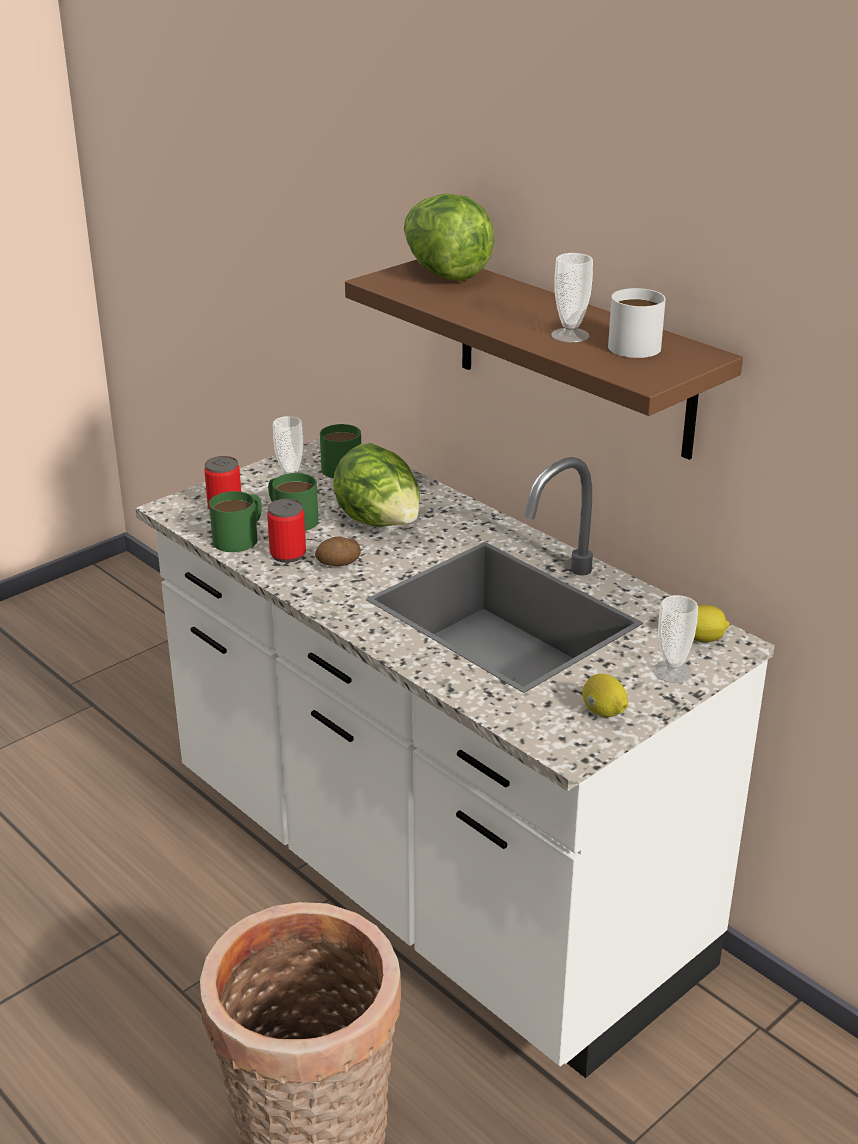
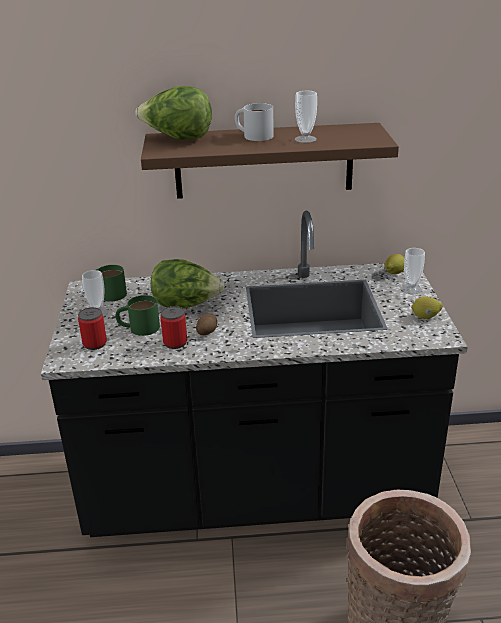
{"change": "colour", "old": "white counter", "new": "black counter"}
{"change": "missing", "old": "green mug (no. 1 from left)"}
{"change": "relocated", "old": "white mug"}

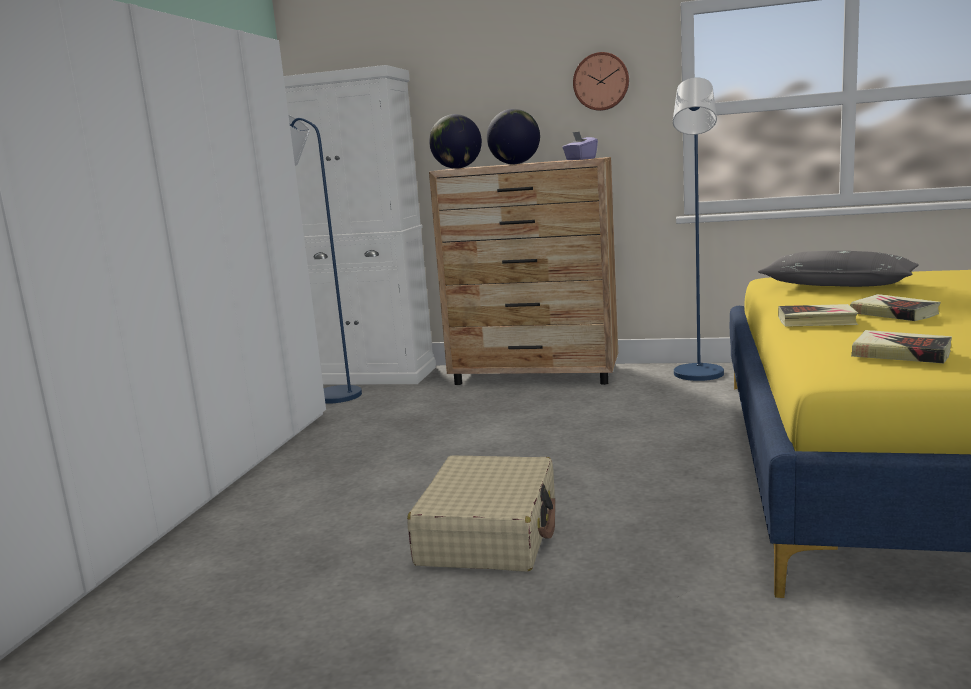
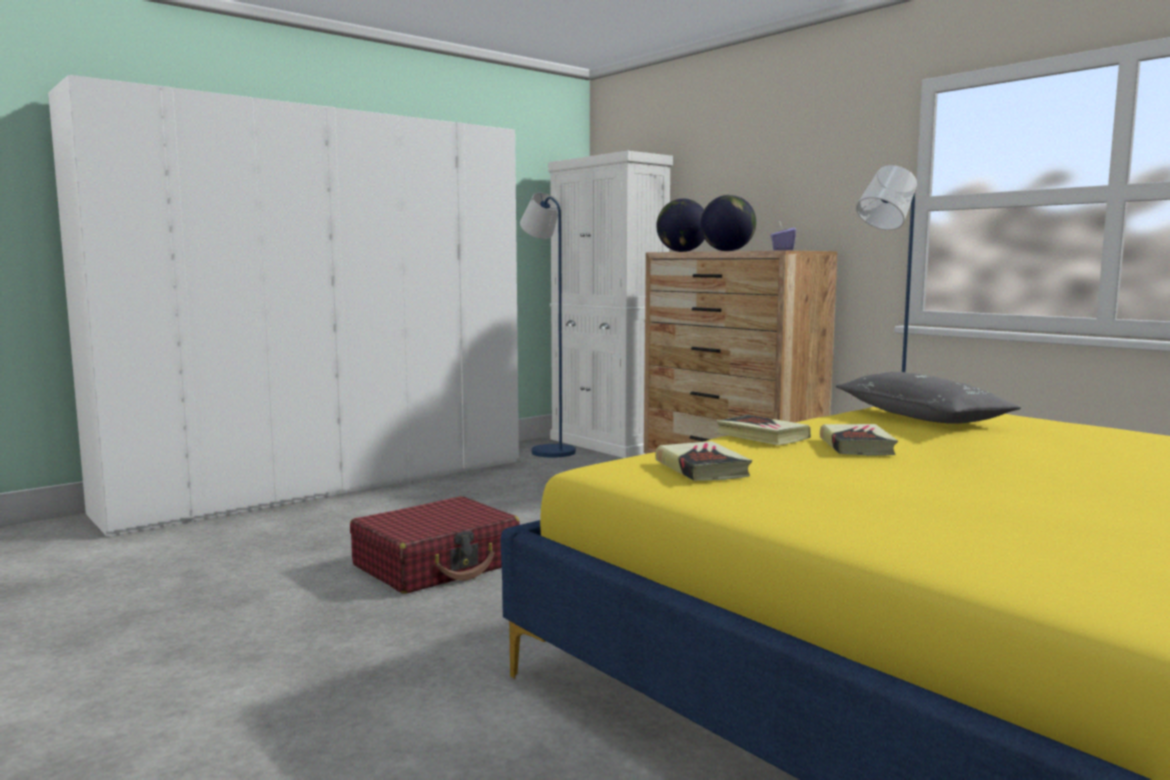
{"change": "colour", "old": "beige suitcase", "new": "red suitcase"}
{"change": "missing", "old": "wall clock"}

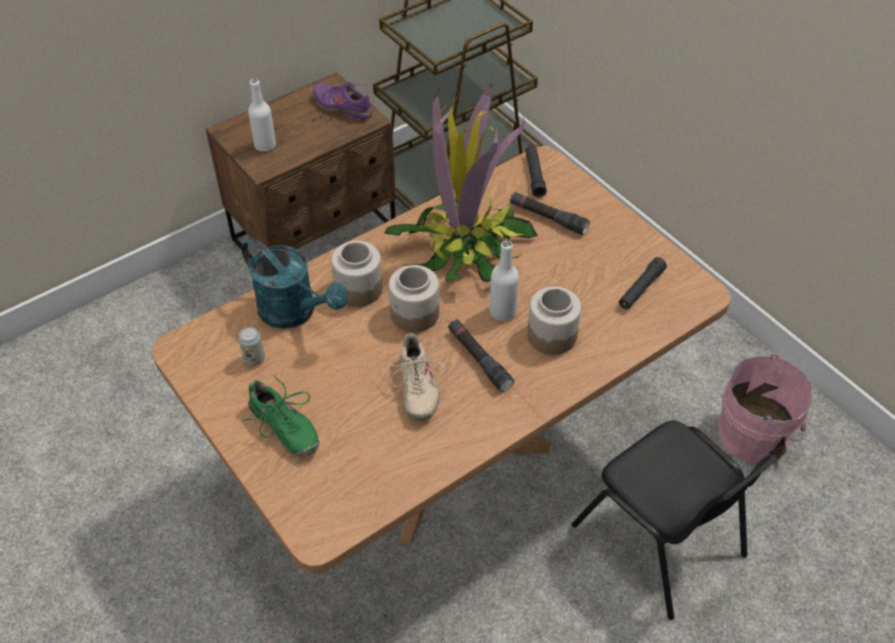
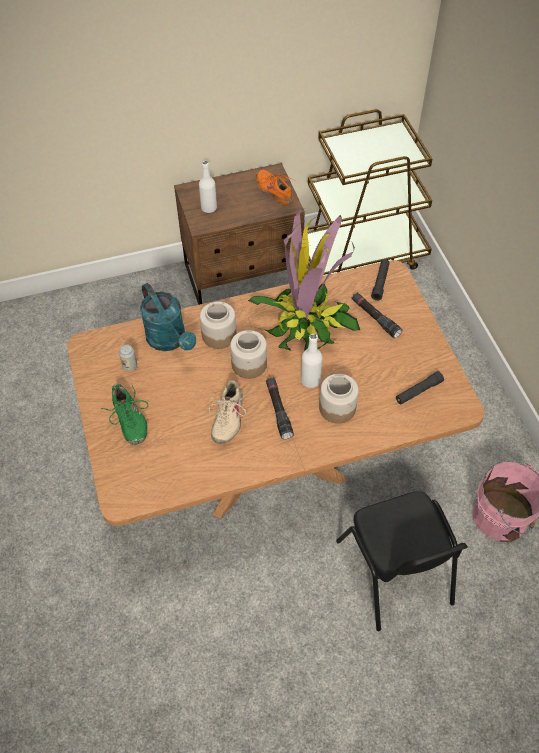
{"change": "colour", "old": "purple shoe", "new": "orange shoe"}

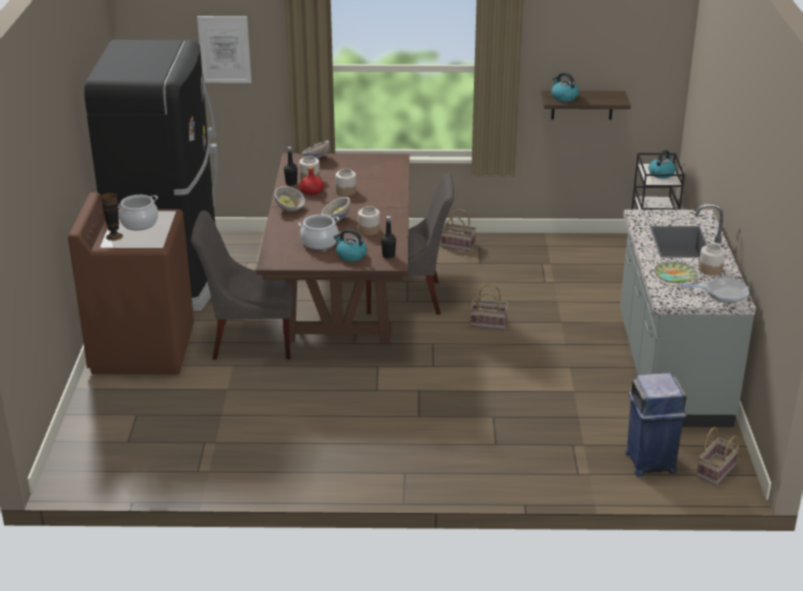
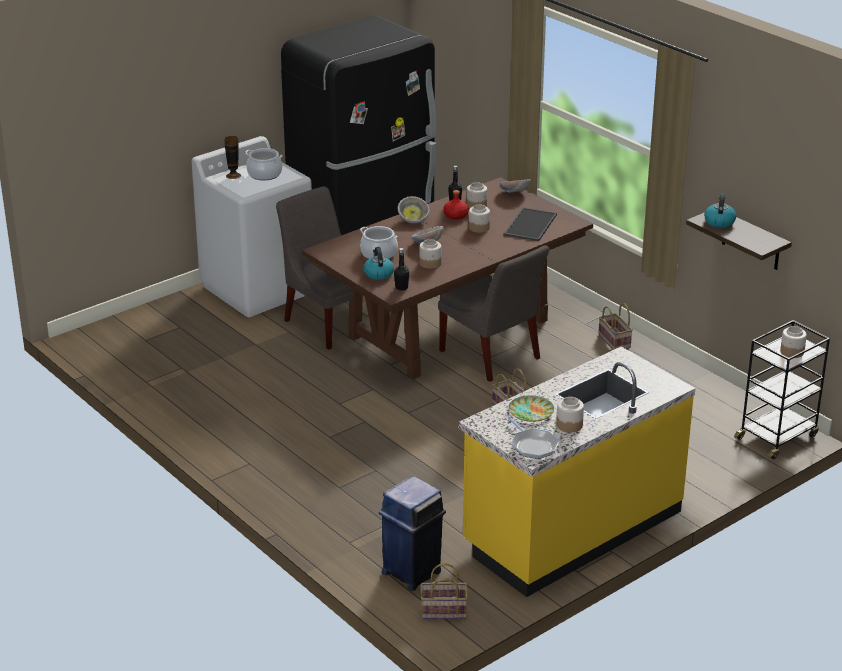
{"change": "colour", "old": "brown washing machine", "new": "white washing machine"}
{"change": "missing", "old": "picture"}
{"change": "colour", "old": "grey counter", "new": "yellow counter"}
{"change": "exchanged", "old": "kettle (no. 3 from left)", "new": "jar (no. 5 from left)"}
{"change": "appeared", "new": "tray"}

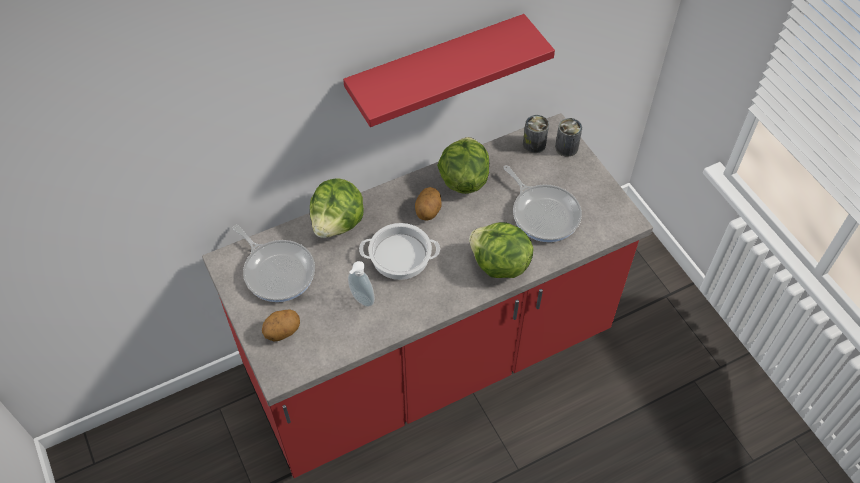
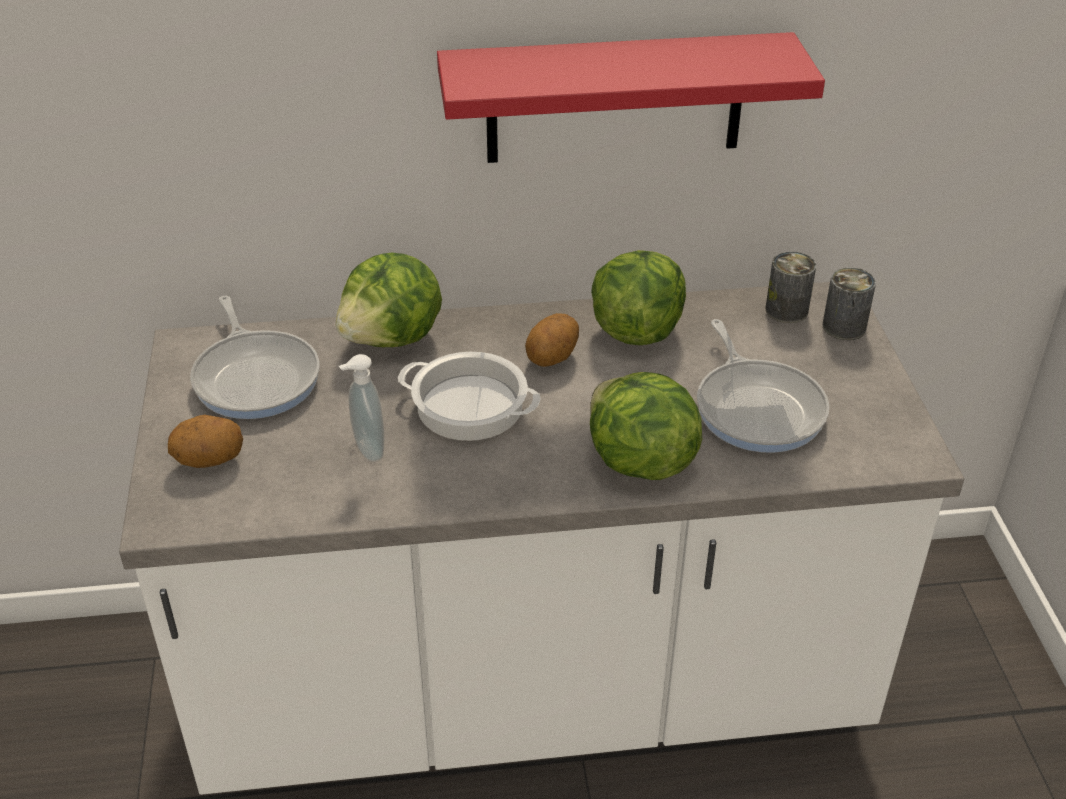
{"change": "colour", "old": "red counter", "new": "white counter"}

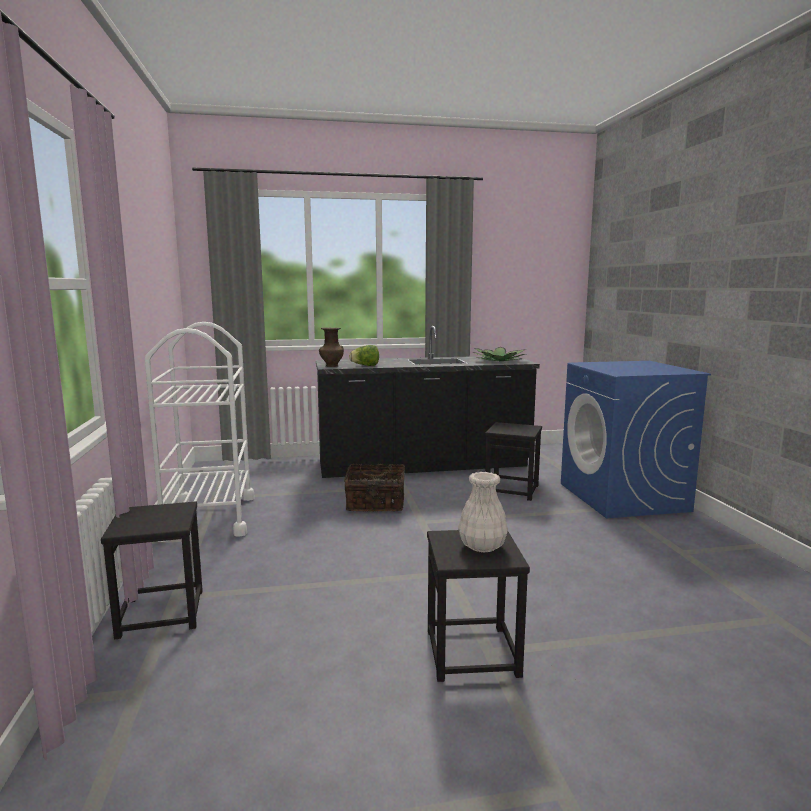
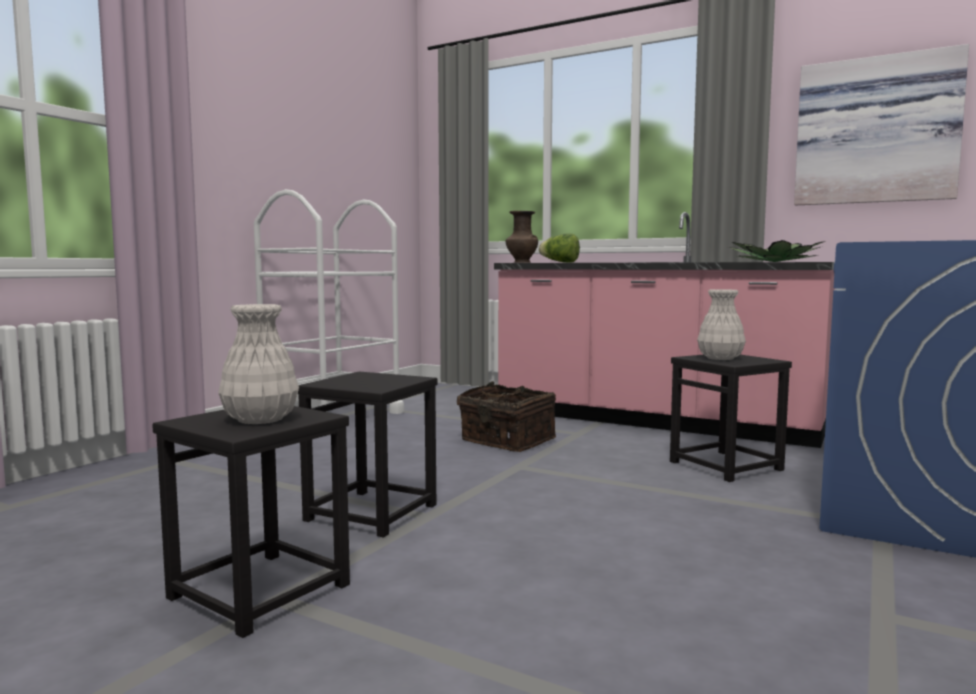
{"change": "relocated", "old": "black stool (no. 1 from left in the first image)", "new": "black stool (no. 2 from left)"}
{"change": "colour", "old": "black counter", "new": "pink counter"}
{"change": "appeared", "new": "white vase (no. 2 from left)"}
{"change": "appeared", "new": "picture"}

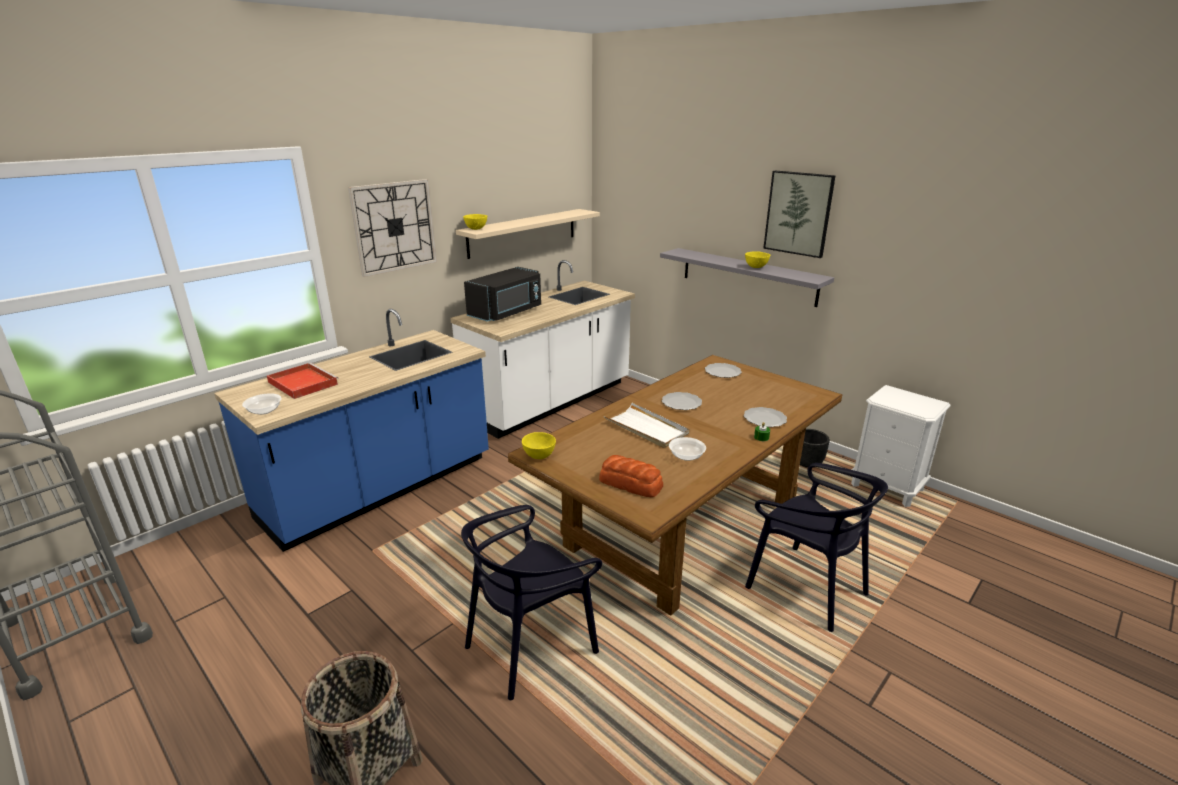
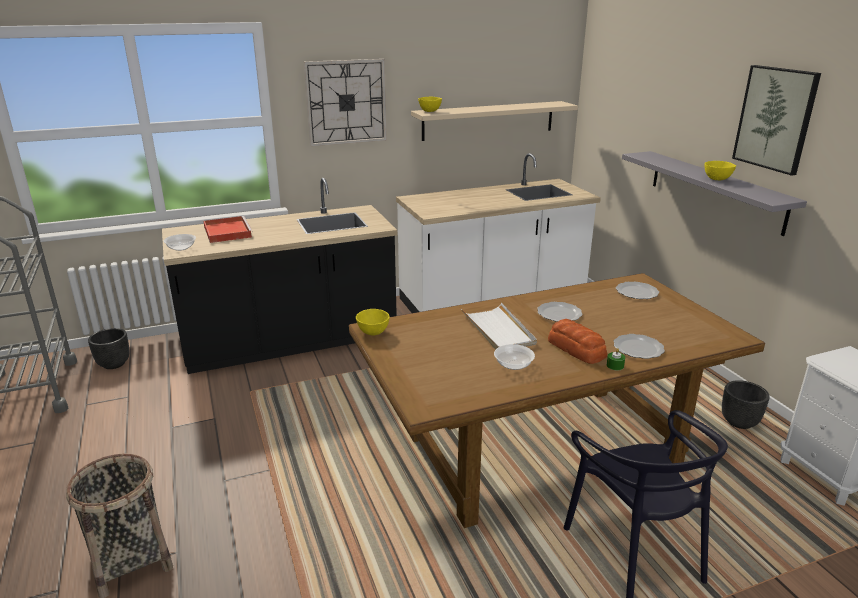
{"change": "colour", "old": "blue counter", "new": "black counter"}
{"change": "missing", "old": "black chair (no. 1 from left)"}
{"change": "missing", "old": "black microwave"}
{"change": "relocated", "old": "bread"}
{"change": "appeared", "new": "black planter (no. 1 from left)"}

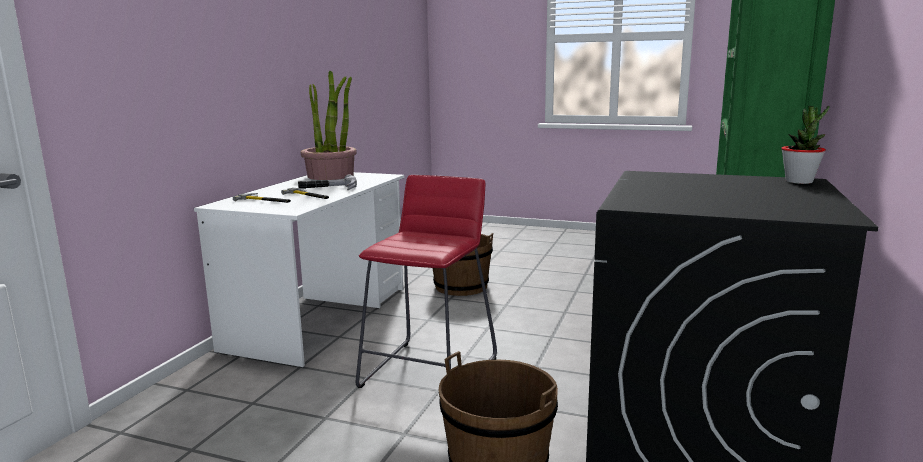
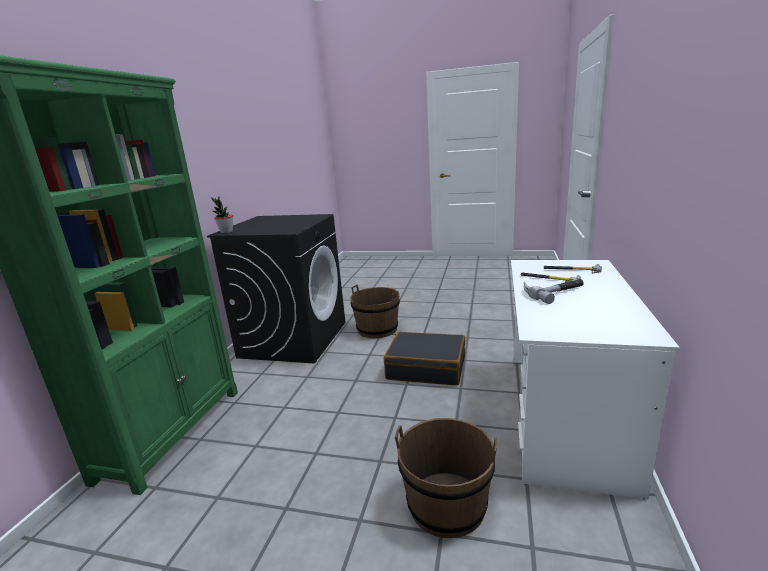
{"change": "missing", "old": "potted plant (no. 1 from left)"}
{"change": "exchanged", "old": "red stool", "new": "black suitcase"}

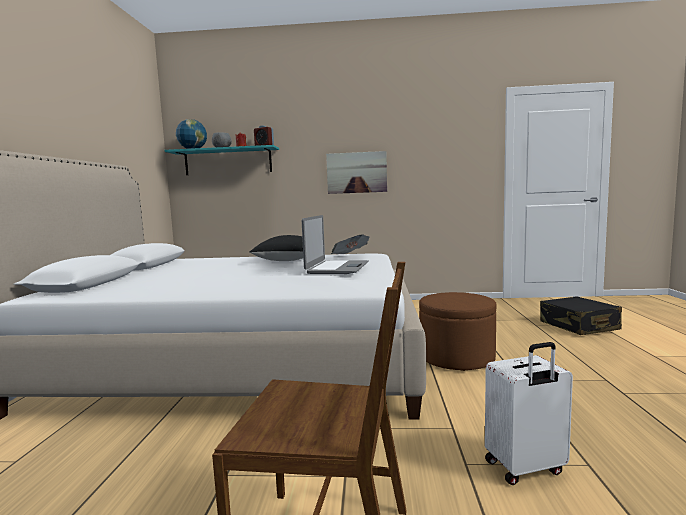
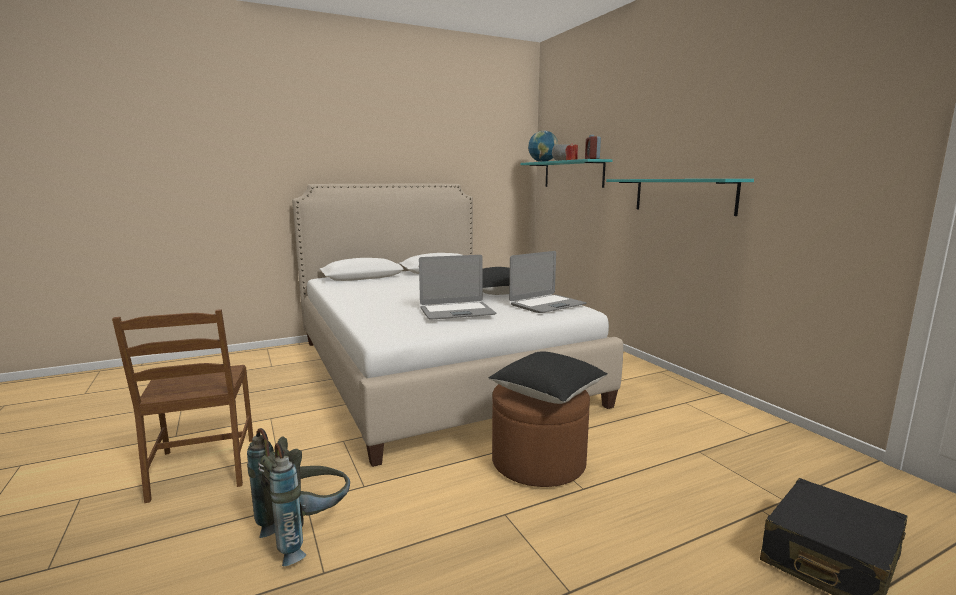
{"change": "exchanged", "old": "picture", "new": "turquoise shelf (no. 2 from left)"}
{"change": "exchanged", "old": "newspaper", "new": "laptop (no. 2 from left)"}
{"change": "exchanged", "old": "white suitcase", "new": "grey backpack"}
{"change": "appeared", "new": "black pillow (no. 2 from left)"}

